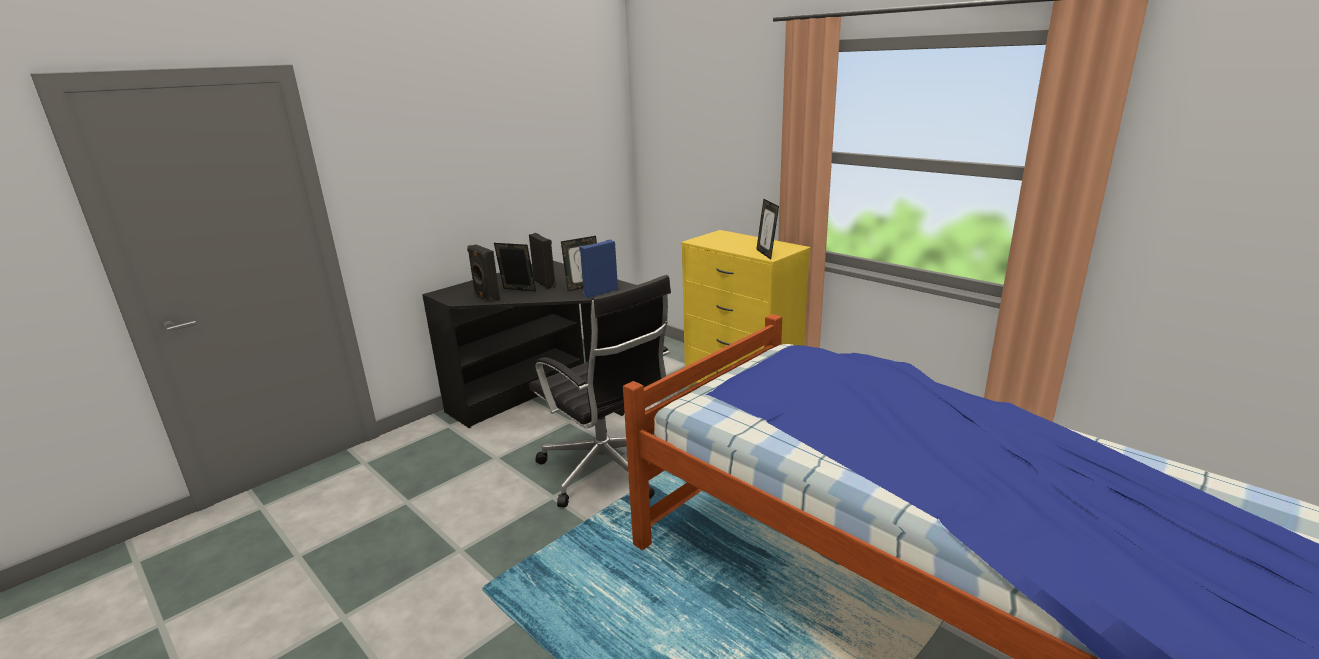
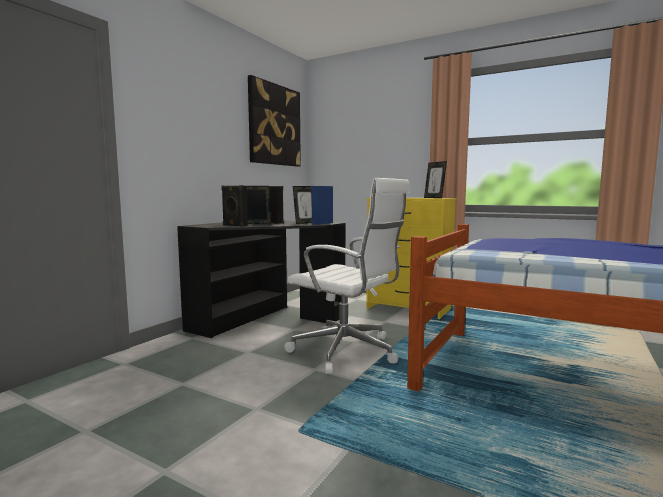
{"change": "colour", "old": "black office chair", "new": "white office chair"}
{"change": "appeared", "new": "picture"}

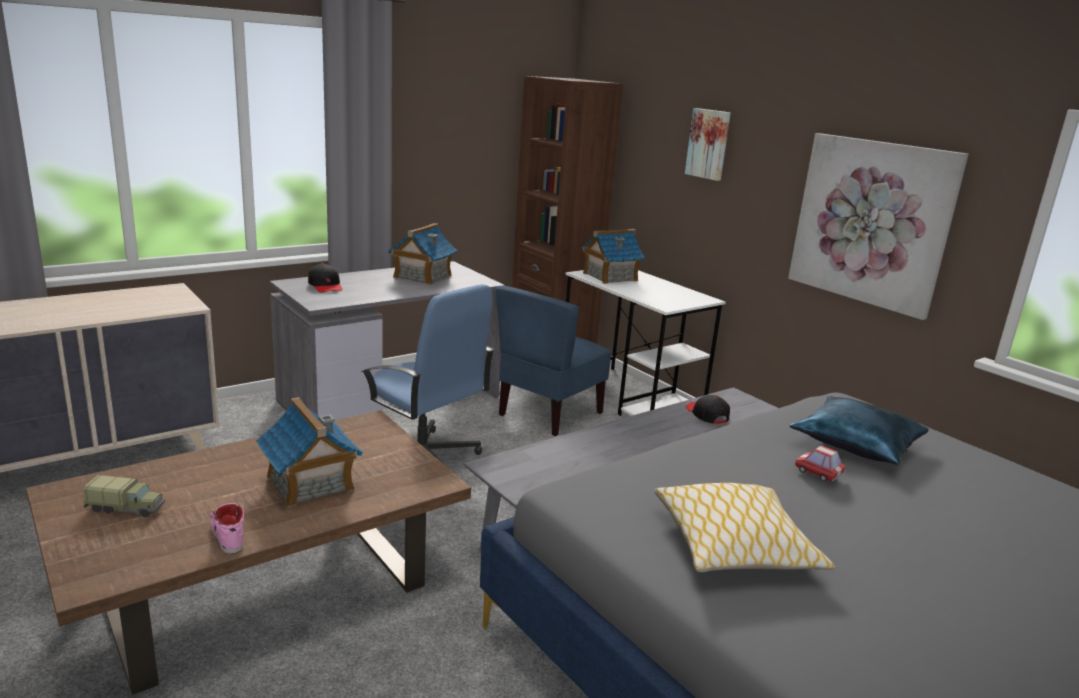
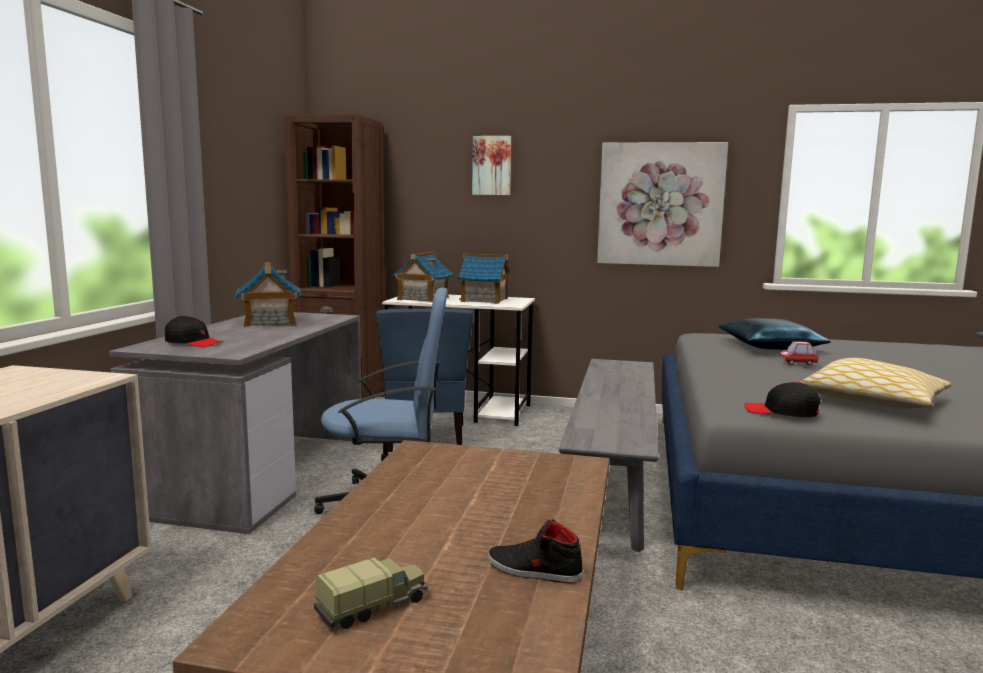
{"change": "colour", "old": "pink shoe", "new": "black shoe"}
{"change": "relocated", "old": "toy house (no. 1 from left in the first image)", "new": "toy house (no. 3 from left)"}
{"change": "relocated", "old": "black cap (no. 2 from left)"}

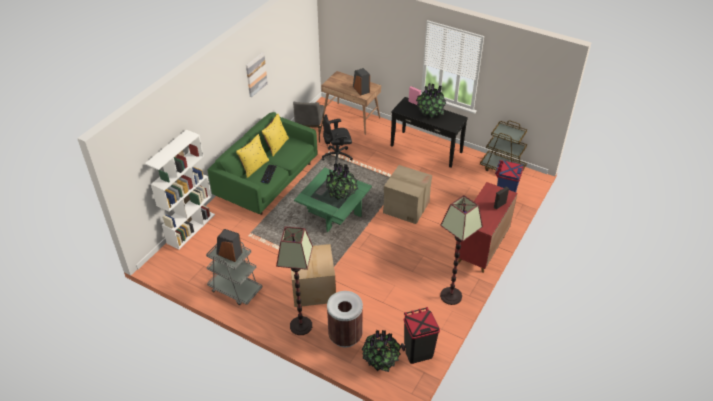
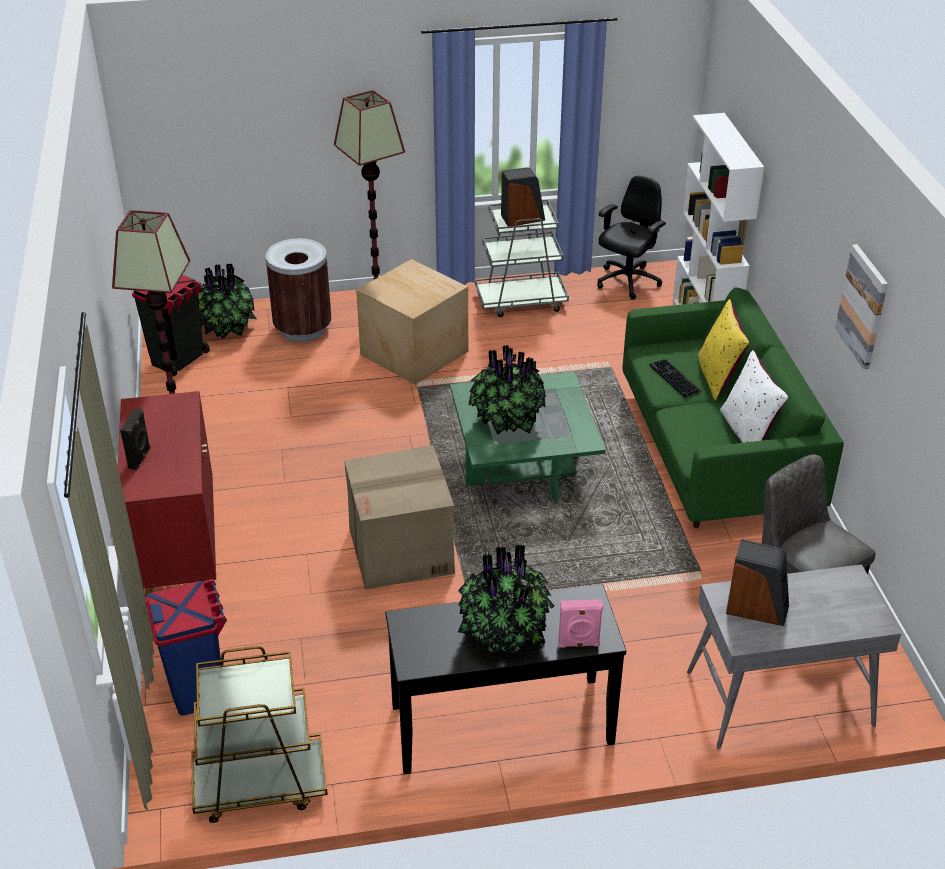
{"change": "colour", "old": "yellow pillow (no. 2 from left)", "new": "white pillow"}
{"change": "colour", "old": "brown desk", "new": "grey desk"}
{"change": "relocated", "old": "black office chair"}

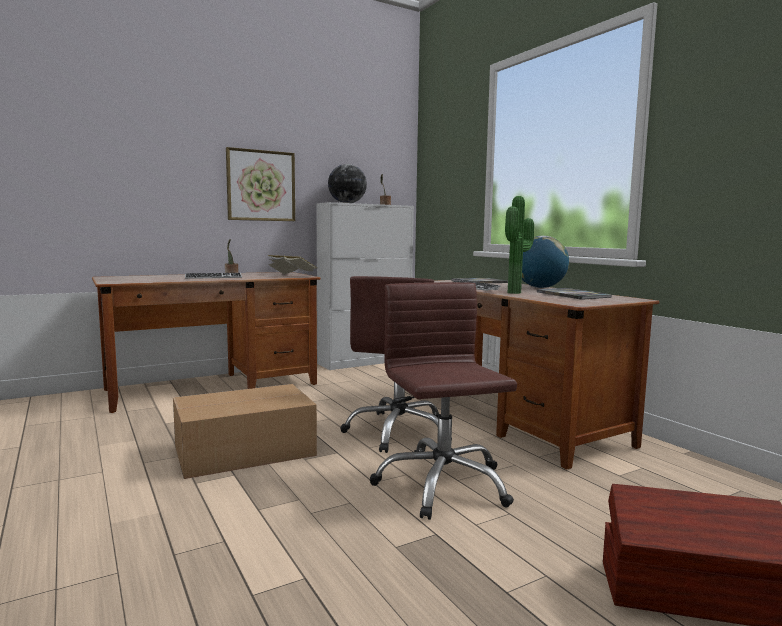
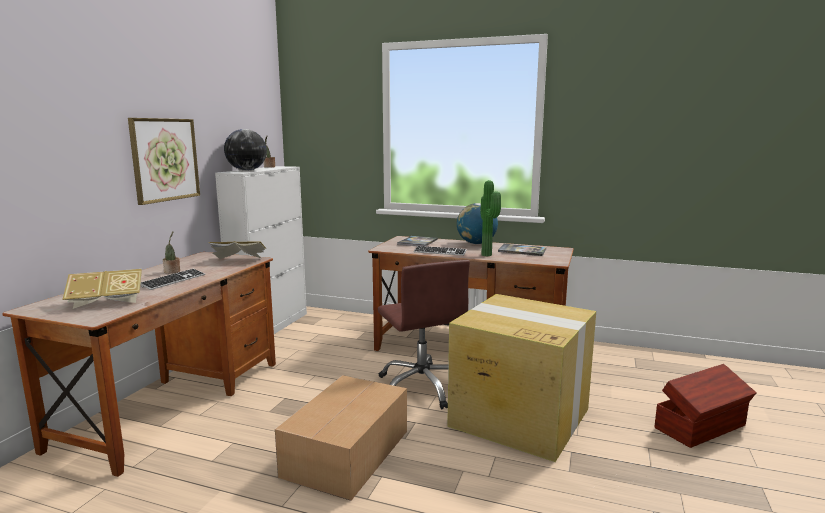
{"change": "exchanged", "old": "brown office chair (no. 2 from left)", "new": "cardboard box (no. 2 from left)"}
{"change": "appeared", "new": "book (no. 1 from left)"}

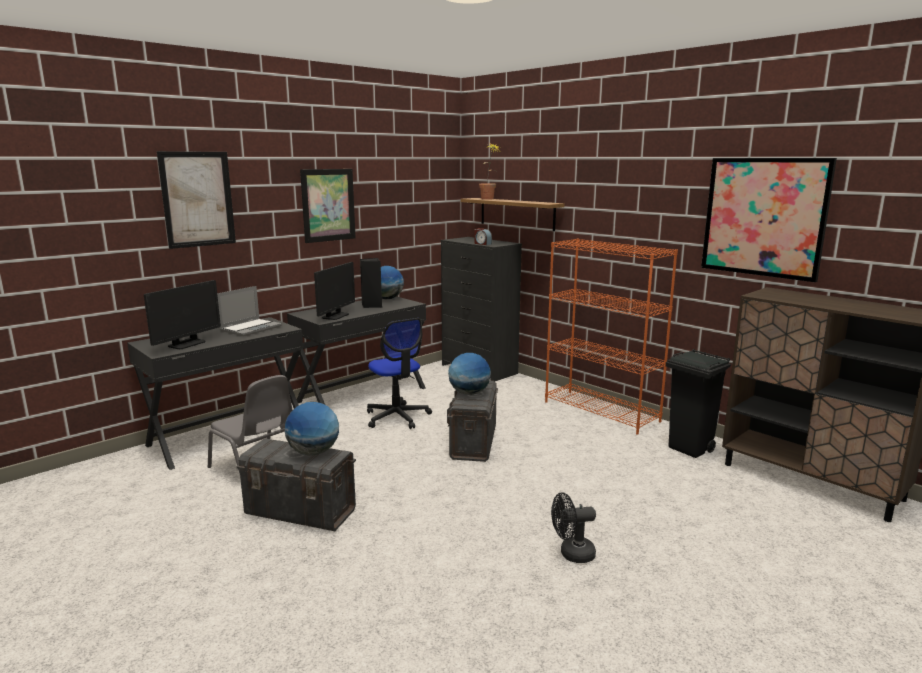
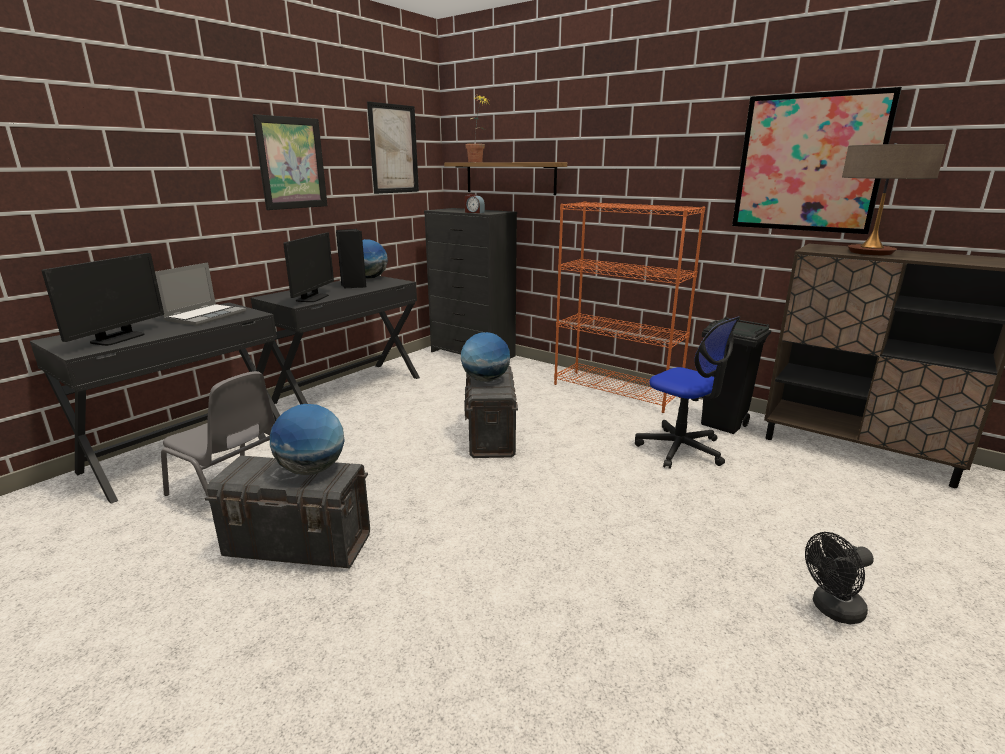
{"change": "relocated", "old": "picture (no. 1 from left in the first image)", "new": "picture (no. 2 from left)"}
{"change": "relocated", "old": "office chair"}
{"change": "relocated", "old": "black fan"}
{"change": "appeared", "new": "table lamp"}

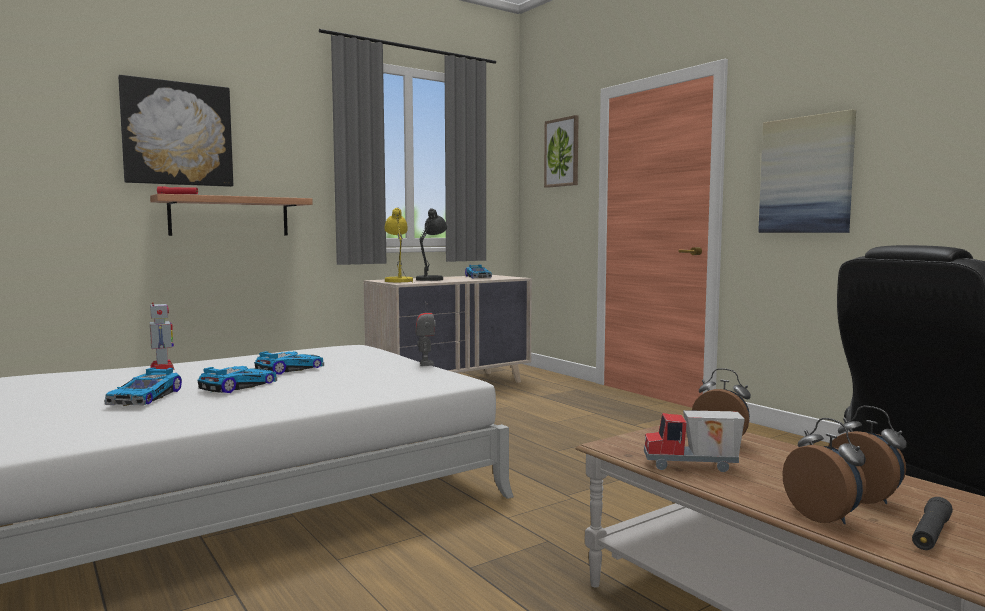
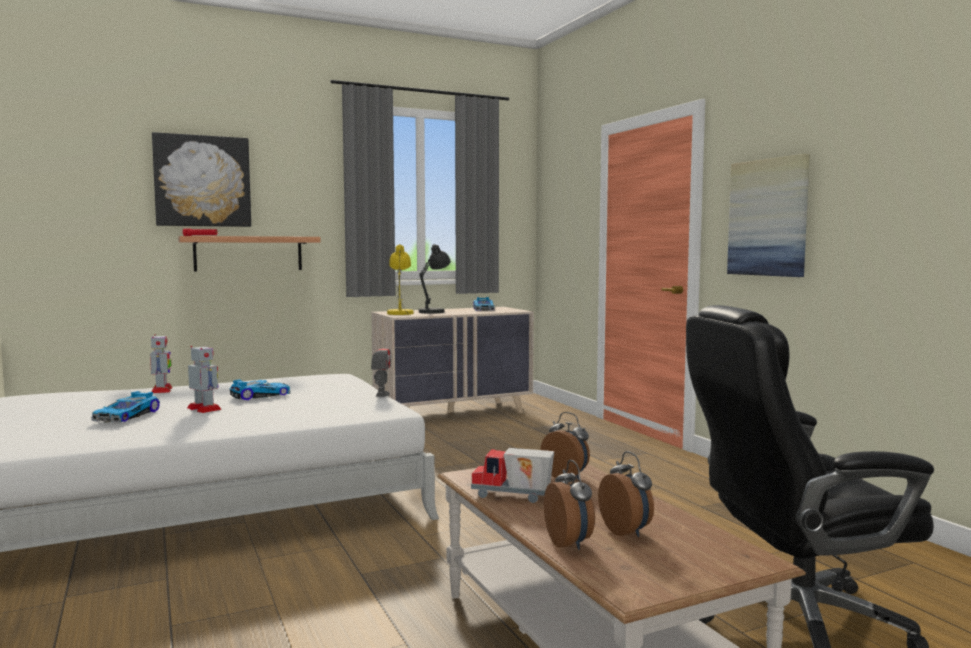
{"change": "exchanged", "old": "toy car (no. 2 from left)", "new": "toy robot (no. 2 from left)"}
{"change": "missing", "old": "picture (no. 2 from left)"}
{"change": "missing", "old": "black flashlight"}

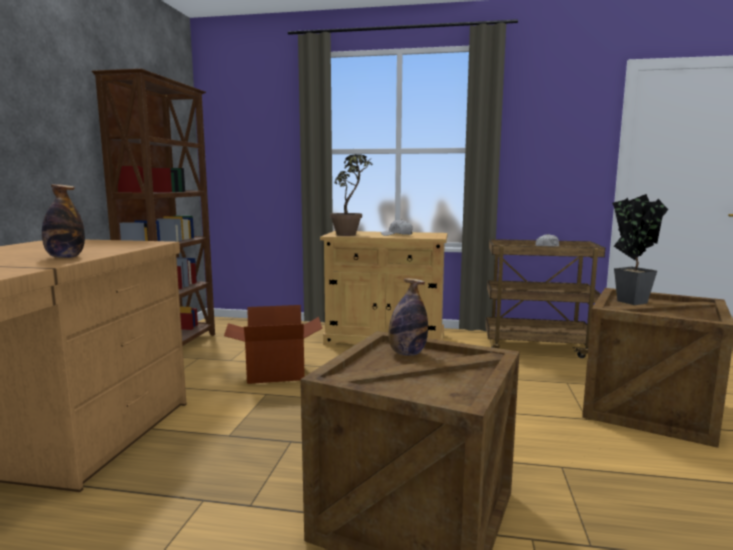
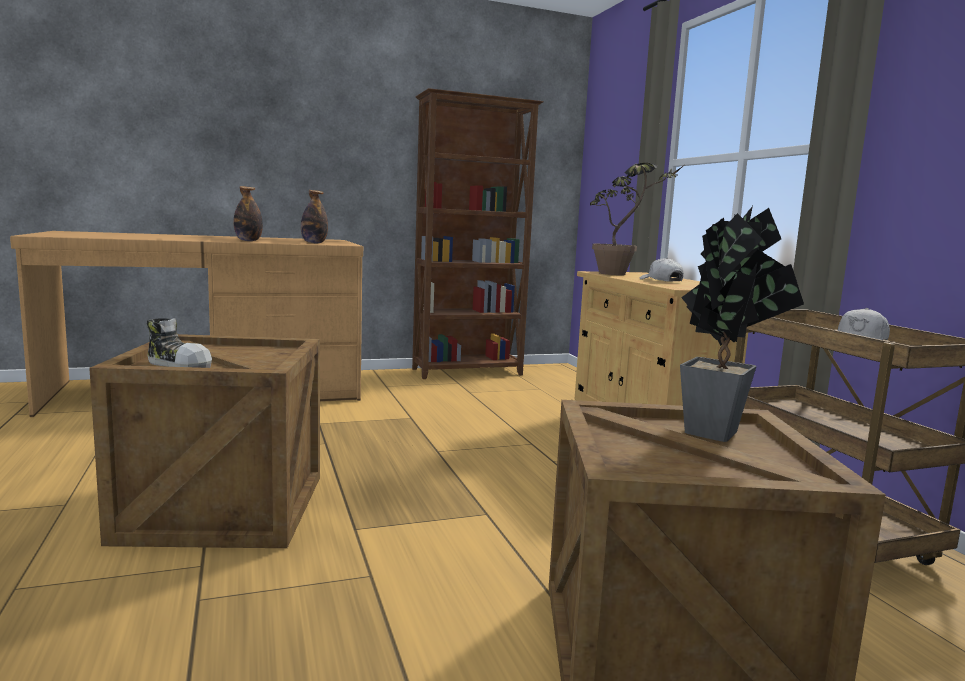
{"change": "missing", "old": "cardboard box"}
{"change": "relocated", "old": "bottle (no. 2 from left)"}
{"change": "appeared", "new": "shoe"}

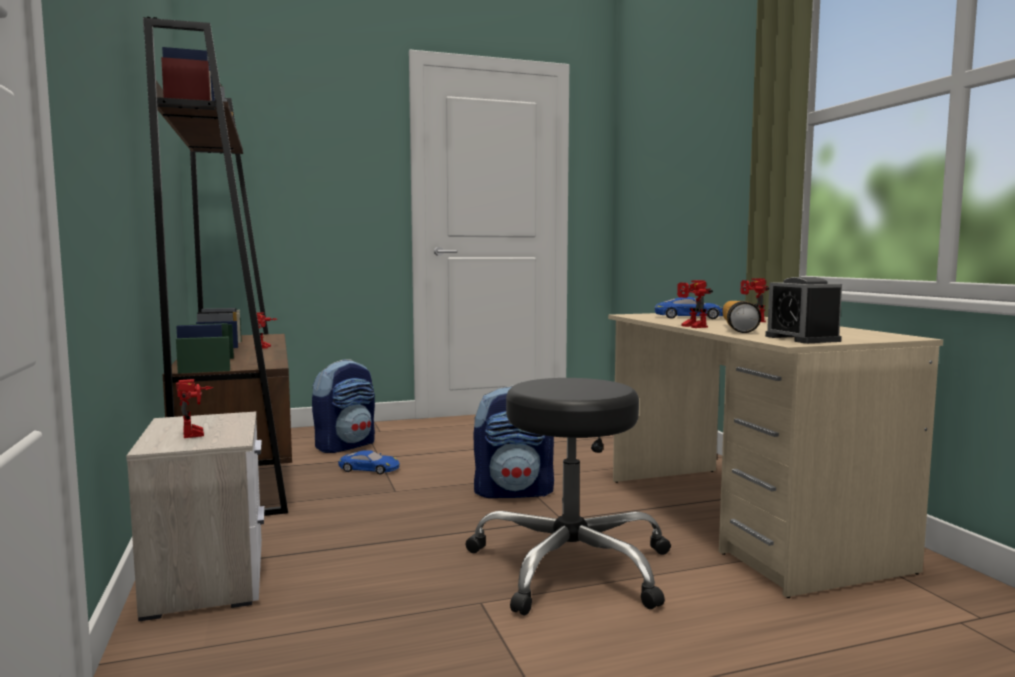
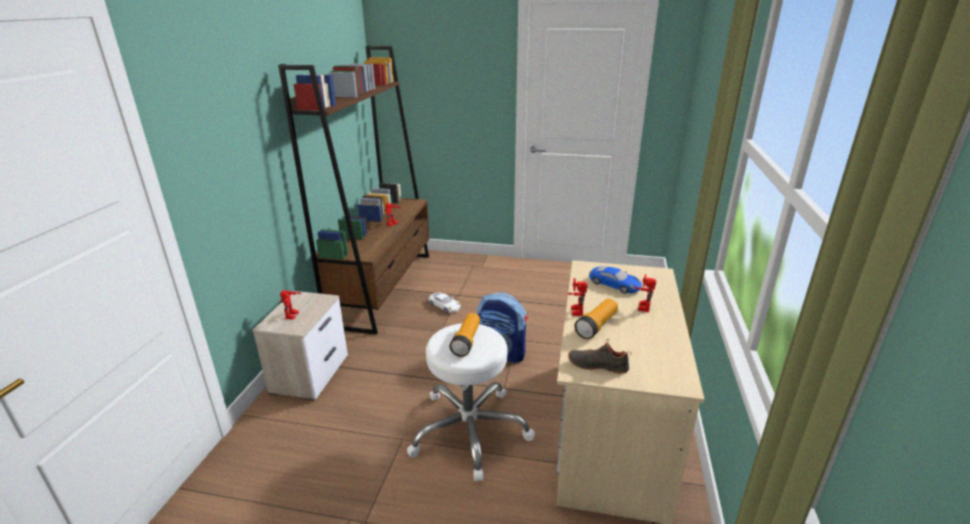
{"change": "missing", "old": "backpack (no. 1 from left)"}
{"change": "colour", "old": "blue toy car (no. 1 from left)", "new": "white toy car"}
{"change": "colour", "old": "black stool", "new": "white stool"}
{"change": "exchanged", "old": "alarm clock", "new": "black shoe"}
{"change": "appeared", "new": "flashlight (no. 1 from left)"}

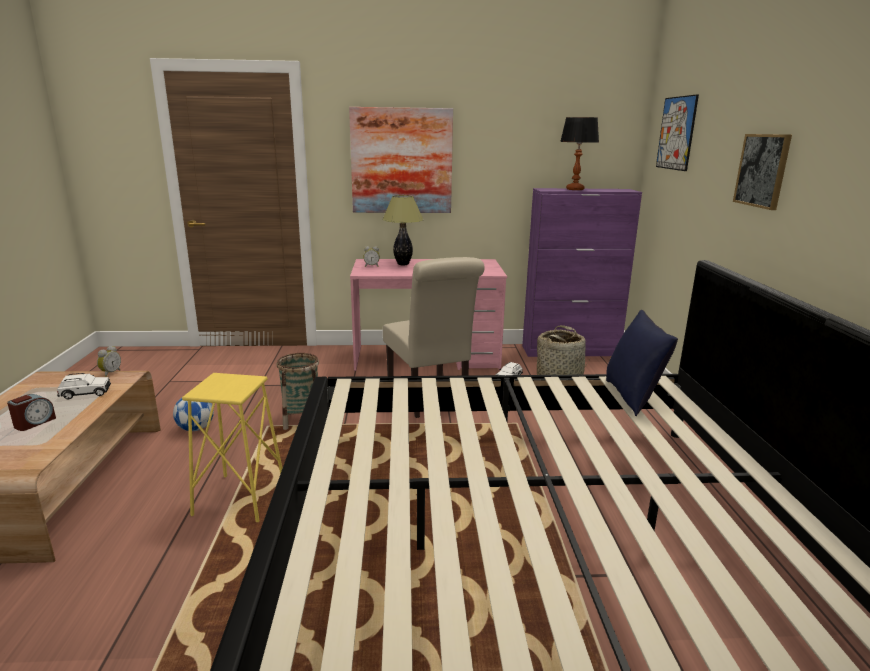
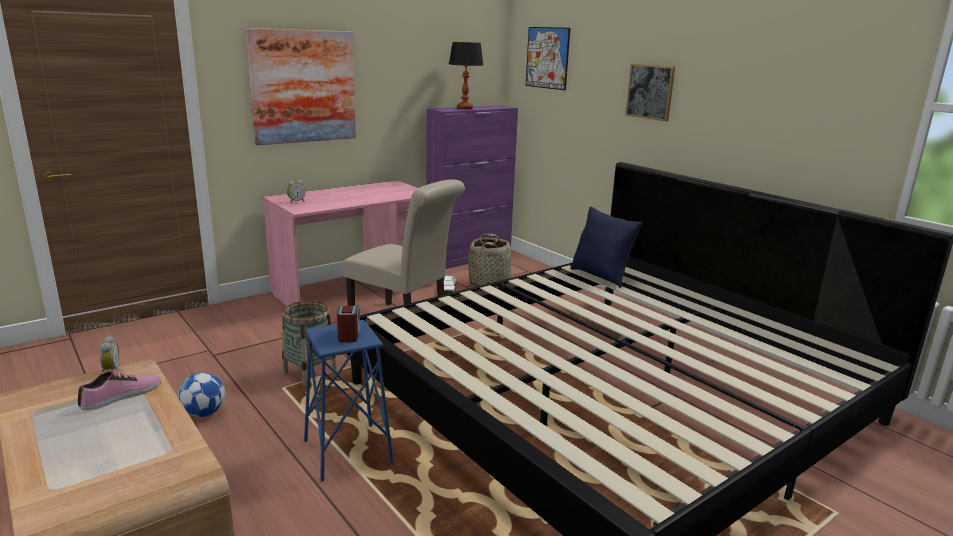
{"change": "relocated", "old": "alarm clock (no. 1 from left in the first image)", "new": "alarm clock (no. 3 from left)"}
{"change": "exchanged", "old": "white toy car (no. 1 from left)", "new": "shoe"}
{"change": "colour", "old": "yellow stool", "new": "blue stool"}
{"change": "missing", "old": "table lamp (no. 1 from left)"}

